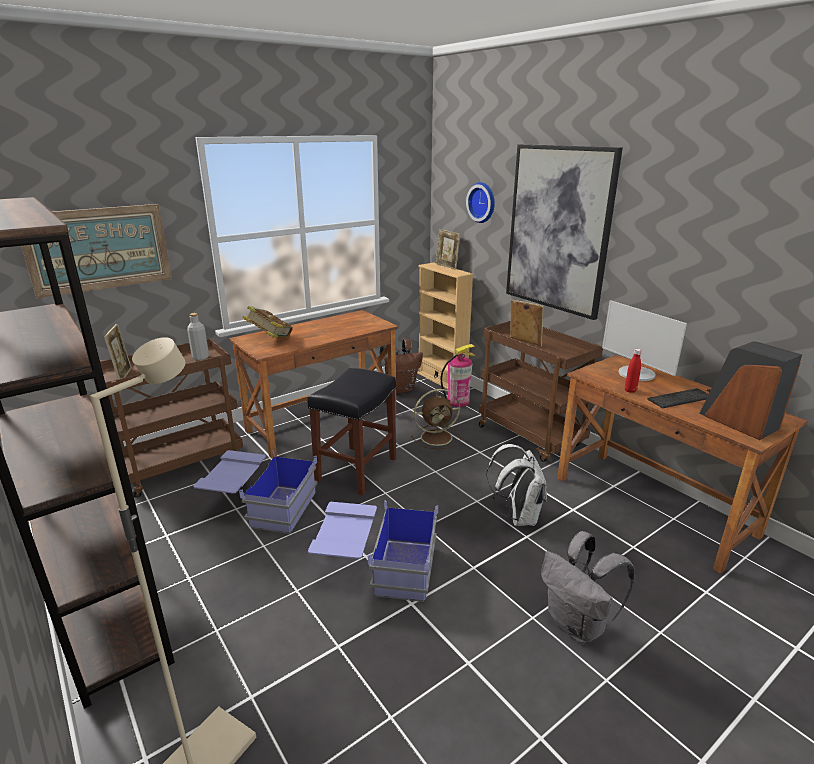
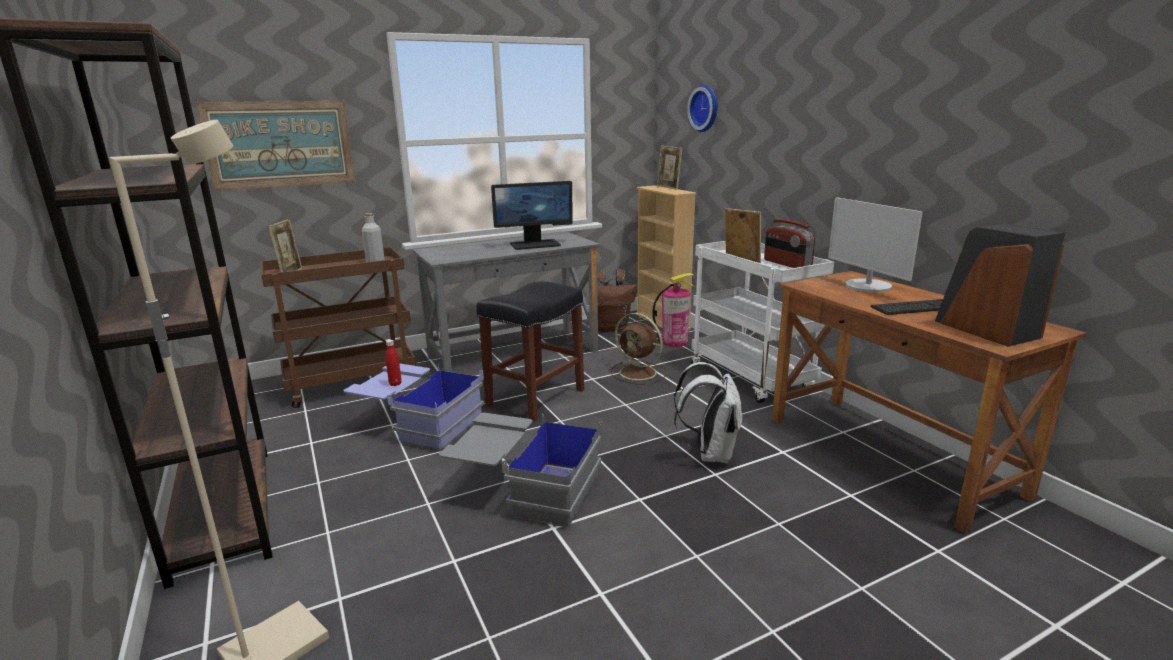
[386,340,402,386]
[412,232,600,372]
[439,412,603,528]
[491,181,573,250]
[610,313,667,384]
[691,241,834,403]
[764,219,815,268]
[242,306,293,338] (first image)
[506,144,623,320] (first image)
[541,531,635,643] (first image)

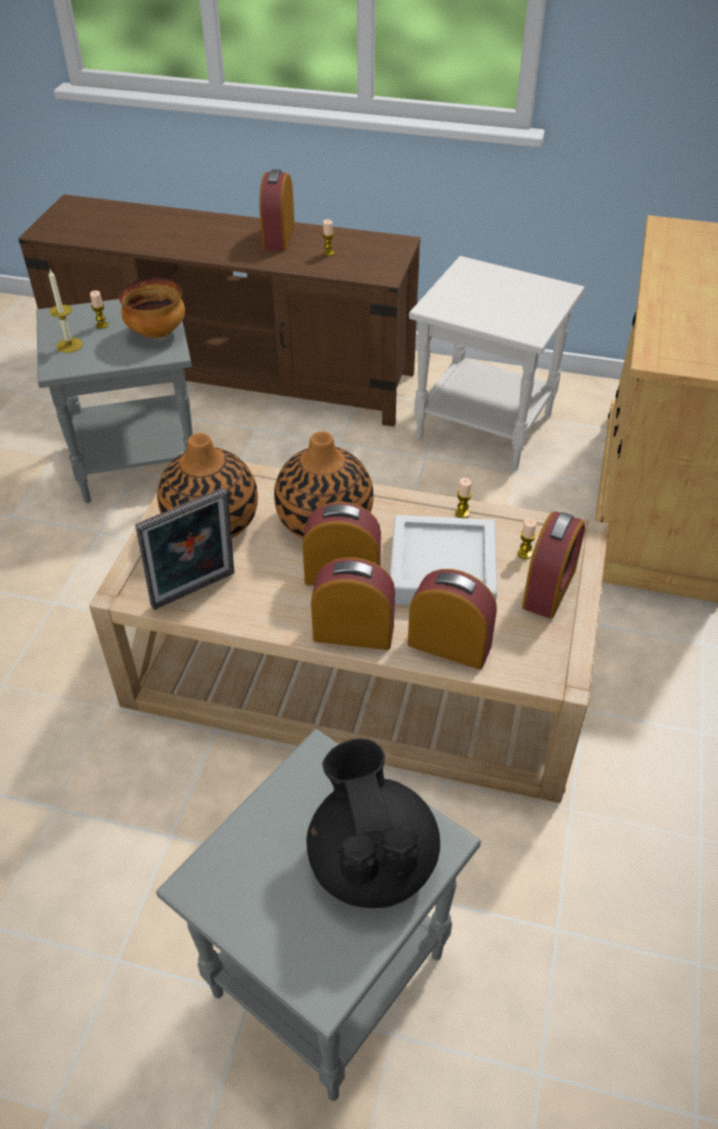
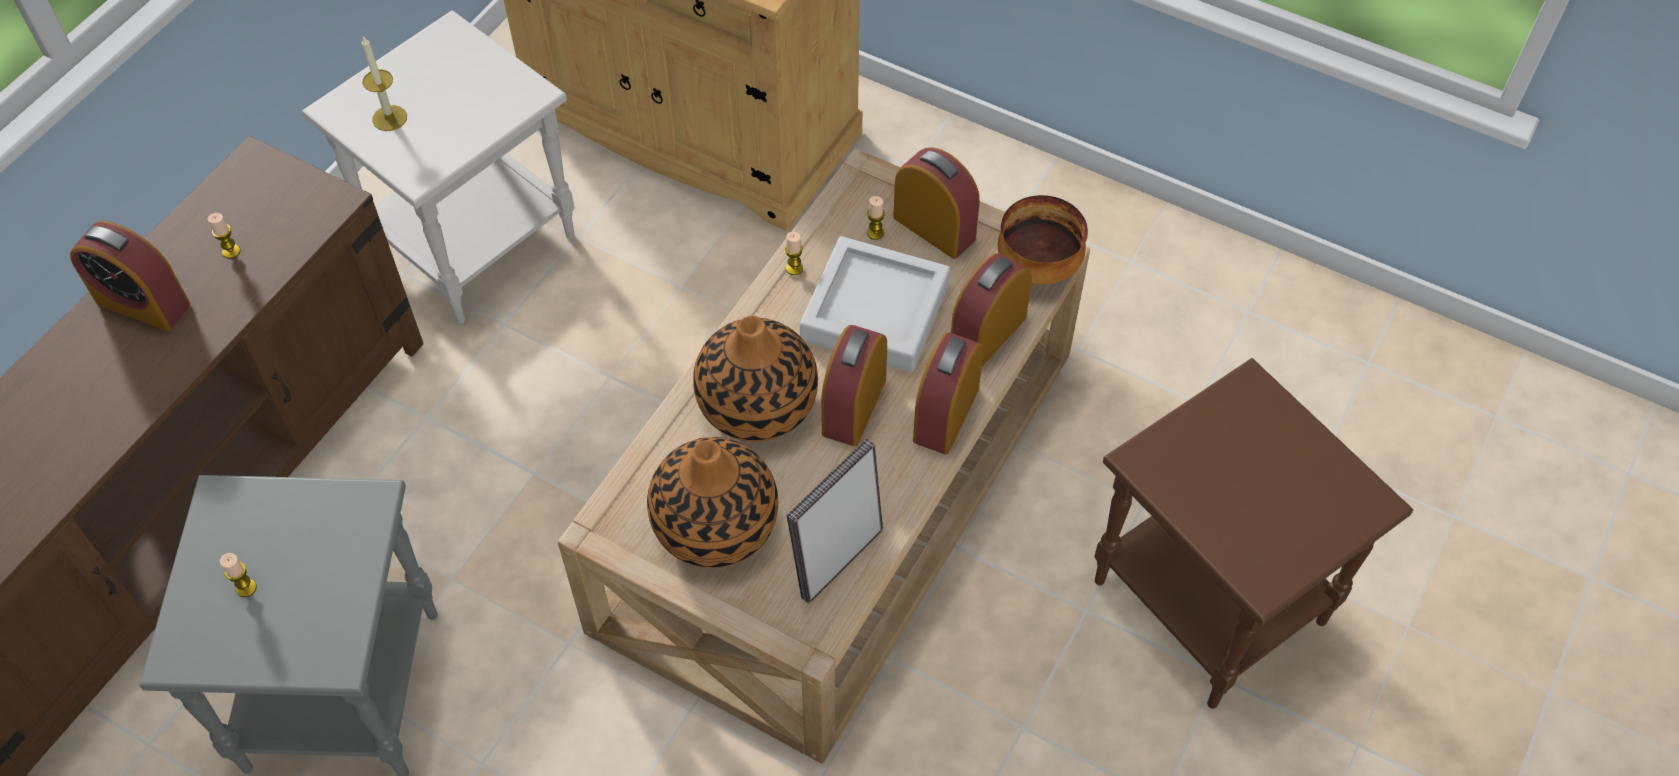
[362,35,407,131]
[787,439,883,604]
[998,195,1088,284]
[1094,358,1413,709]
[307,738,440,908] (first image)

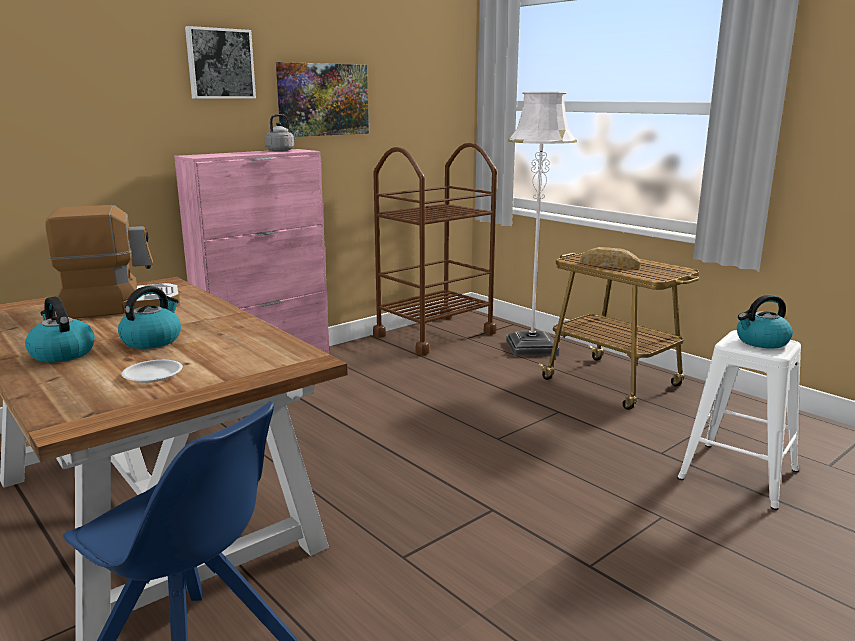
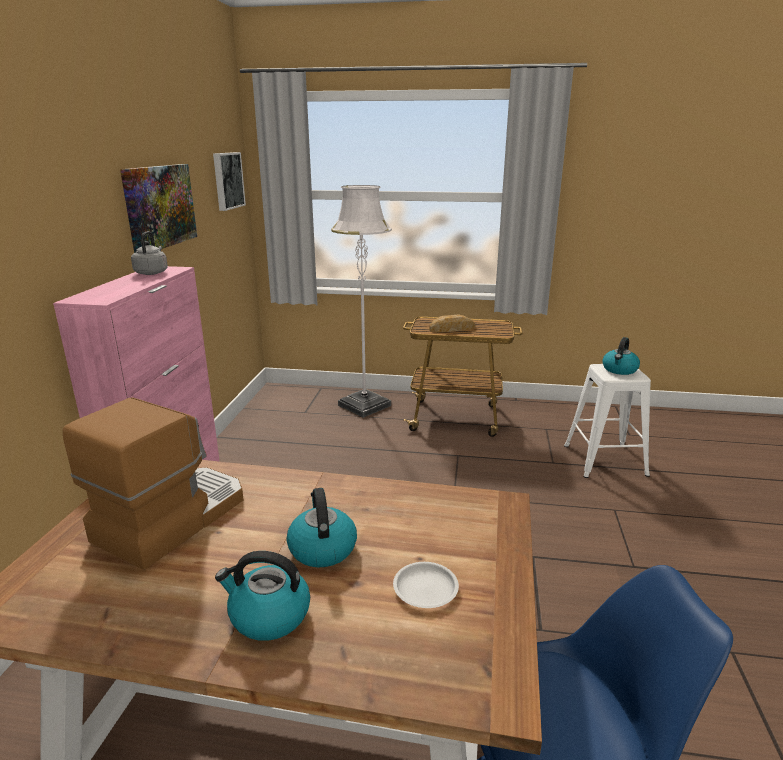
[213,152,246,211]
[373,142,497,355] (first image)

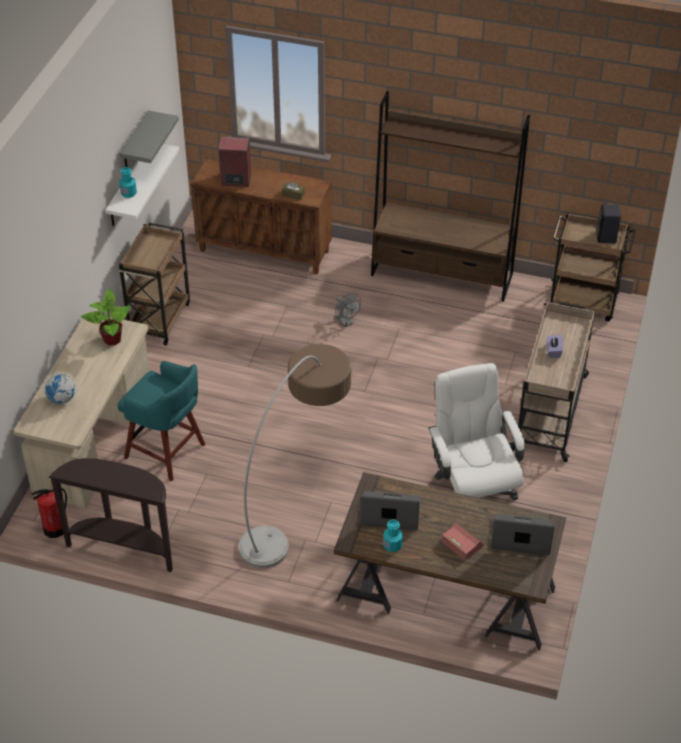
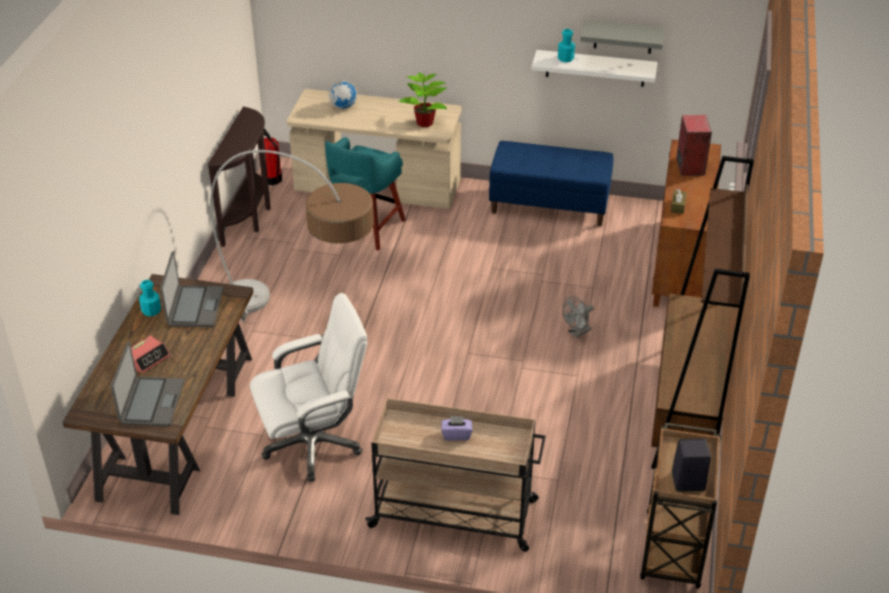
[489,141,613,227]

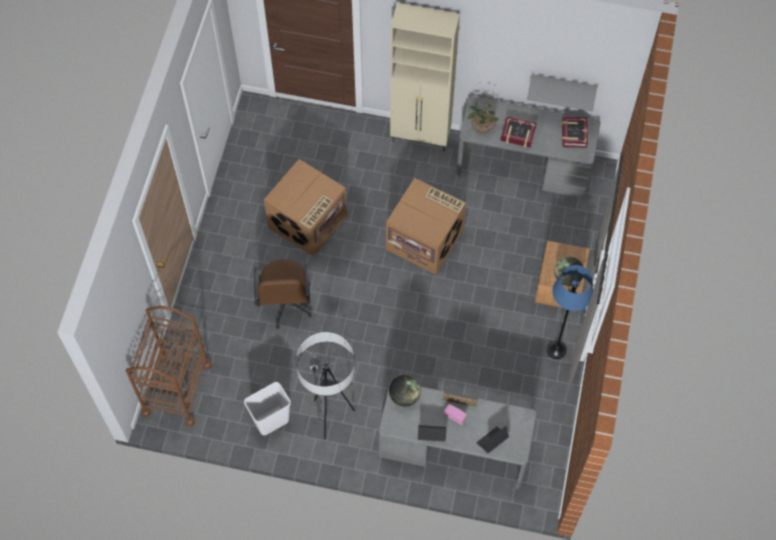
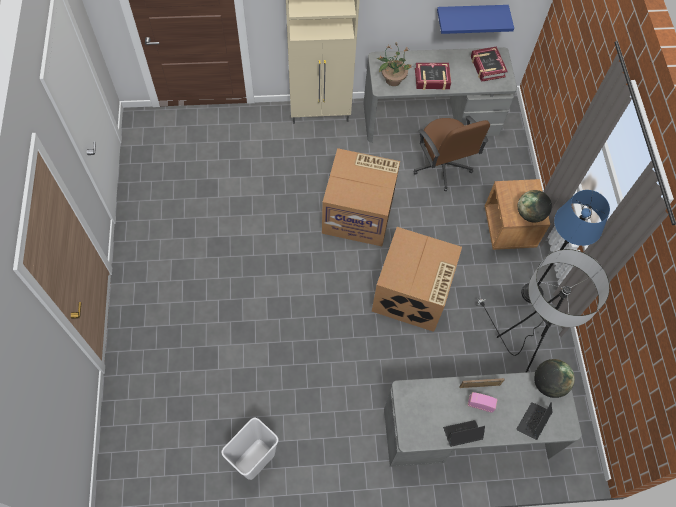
[372,227,462,332]
[413,116,490,191]
[437,5,514,34]
[477,249,610,373]
[534,359,575,398]
[126,306,212,426] (first image)

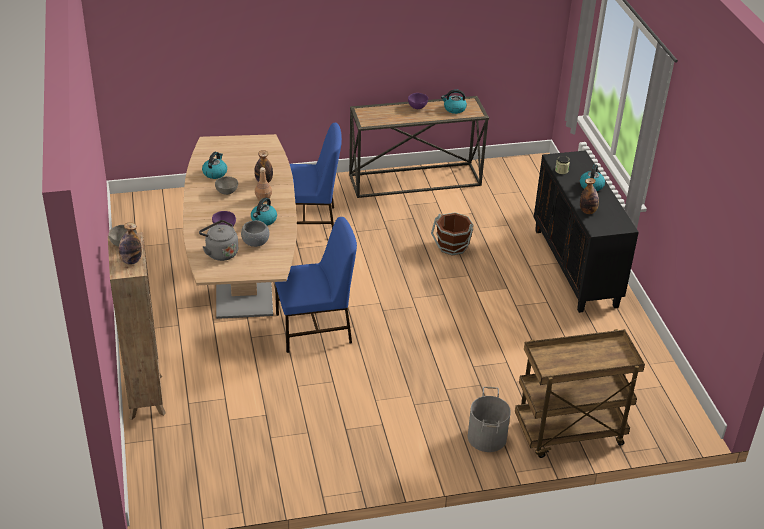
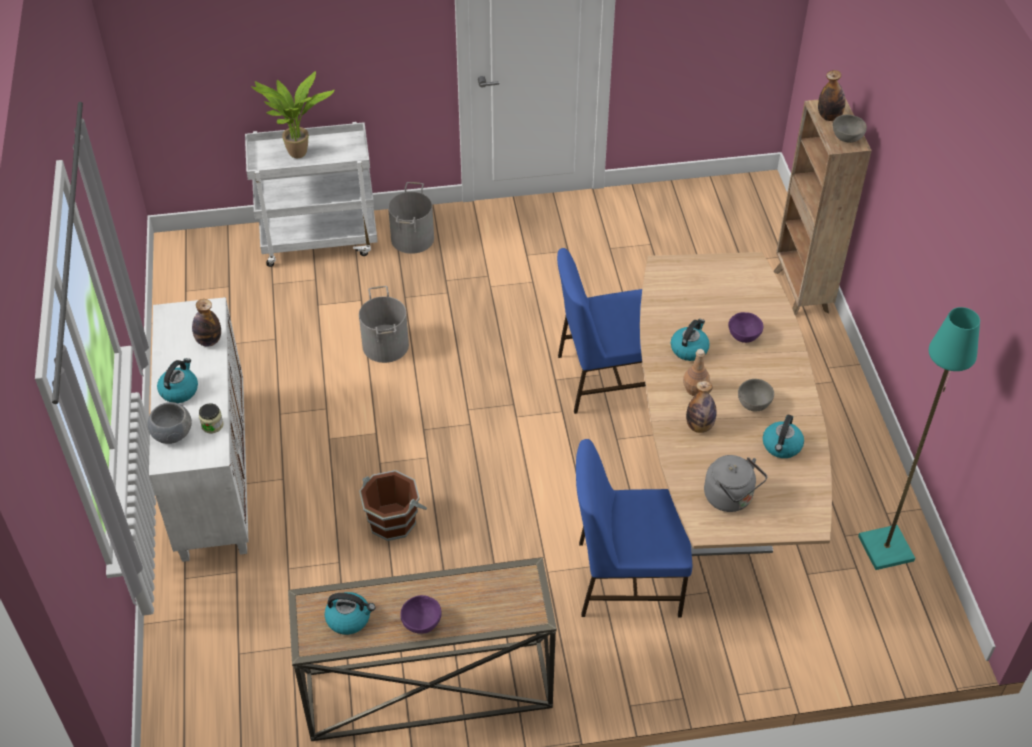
[148,402,192,444]
[149,297,248,562]
[245,122,378,267]
[251,71,335,158]
[359,286,409,363]
[704,455,767,512]
[858,307,980,570]

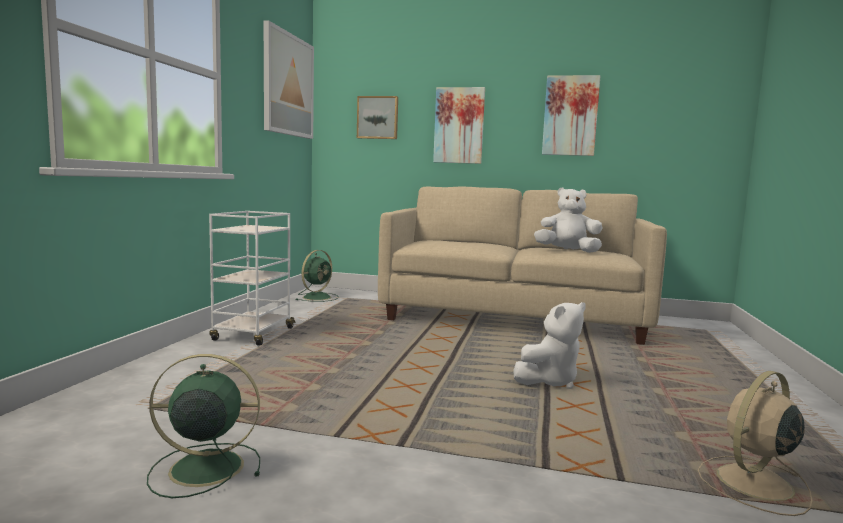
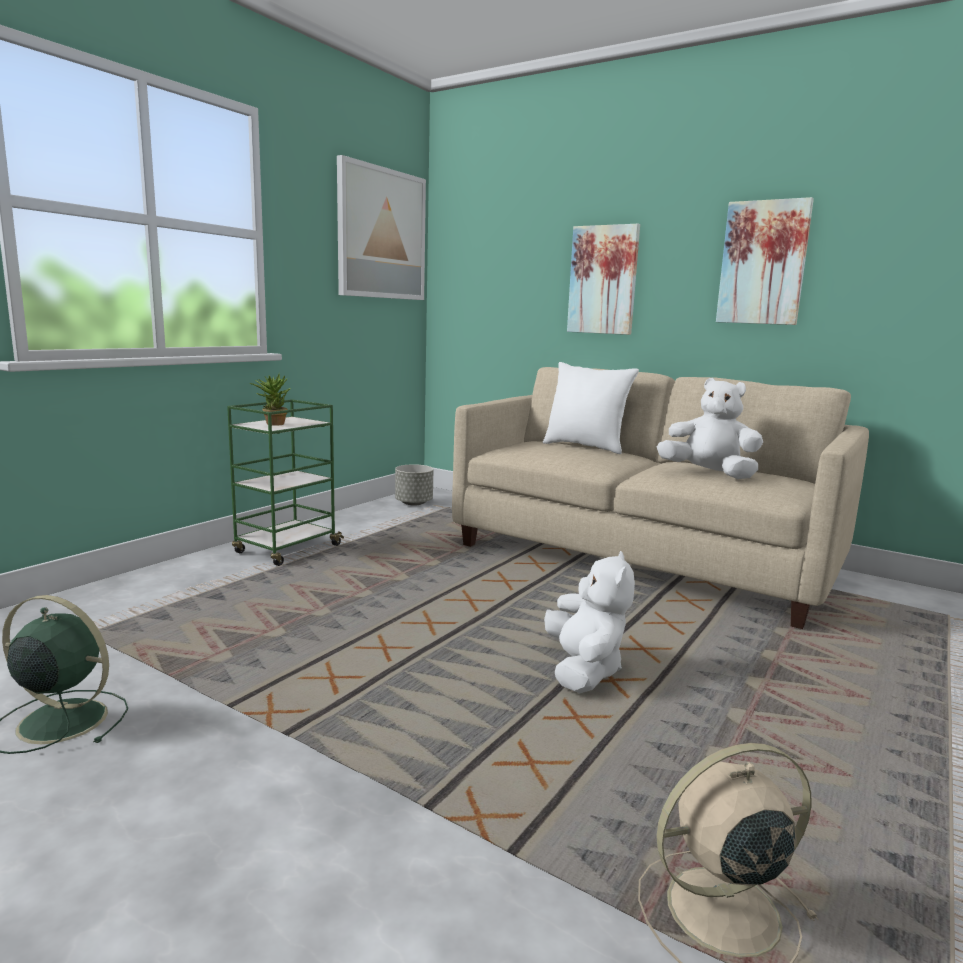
[227,399,344,566]
[250,374,291,426]
[395,464,433,506]
[543,362,639,454]
[544,551,635,693]
[357,96,398,139] (first image)

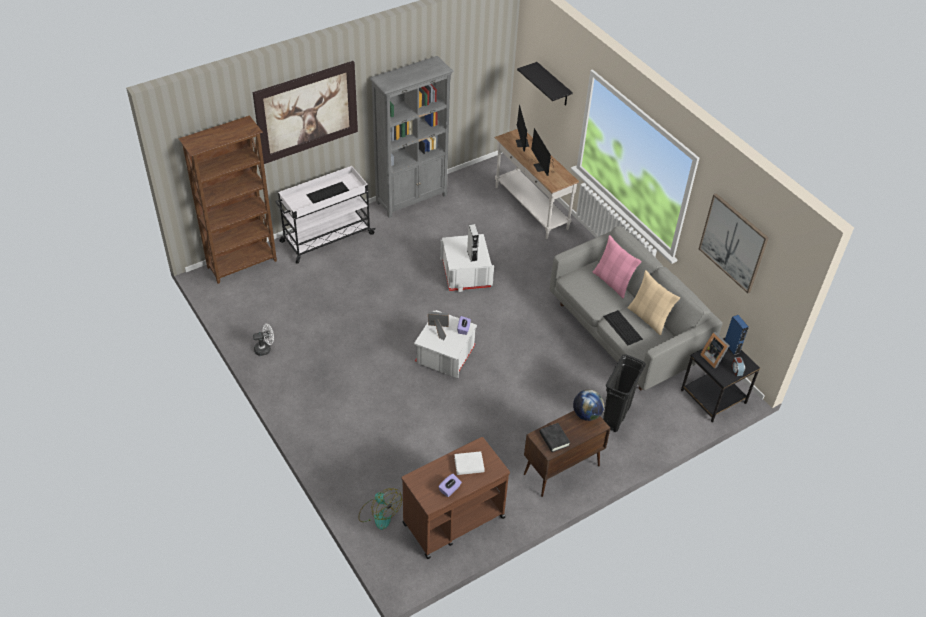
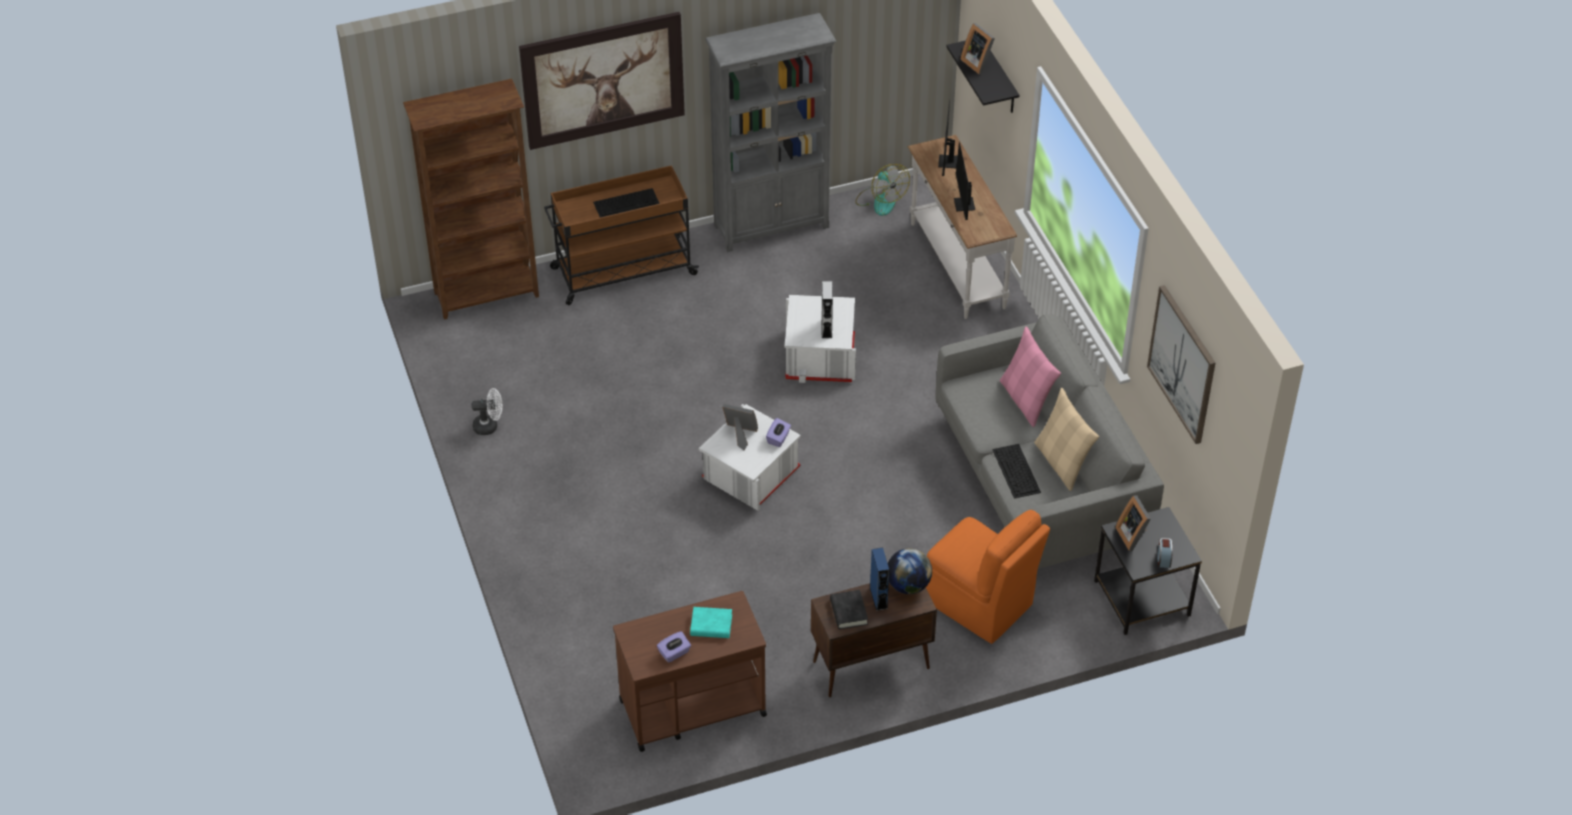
[544,165,699,305]
[690,607,732,638]
[855,164,910,216]
[870,548,889,611]
[926,510,1050,644]
[960,23,995,75]

